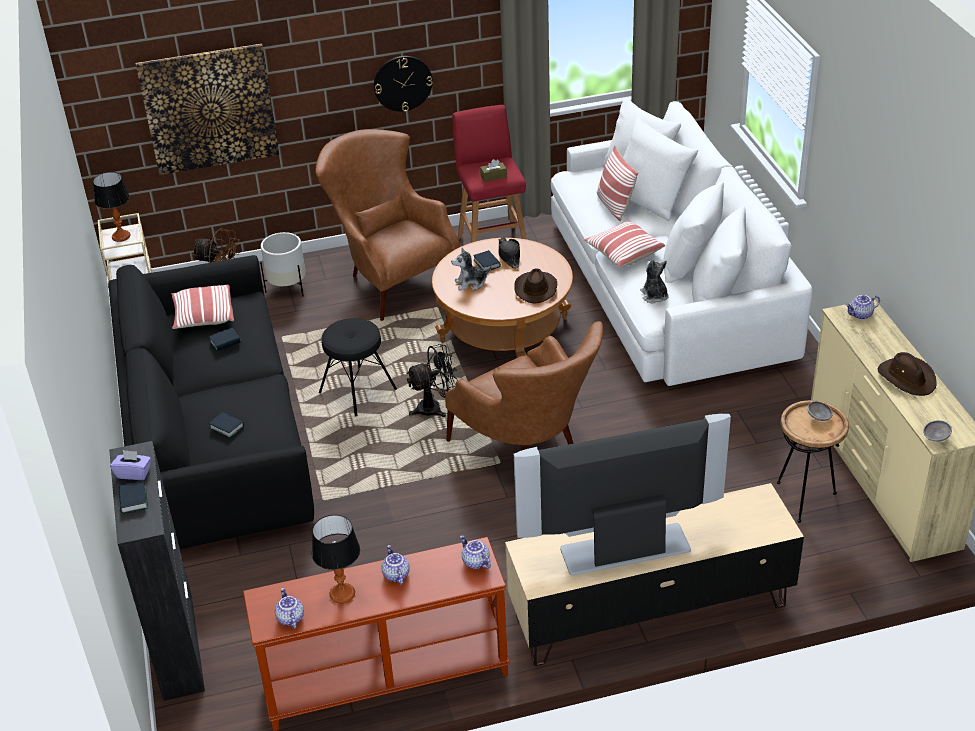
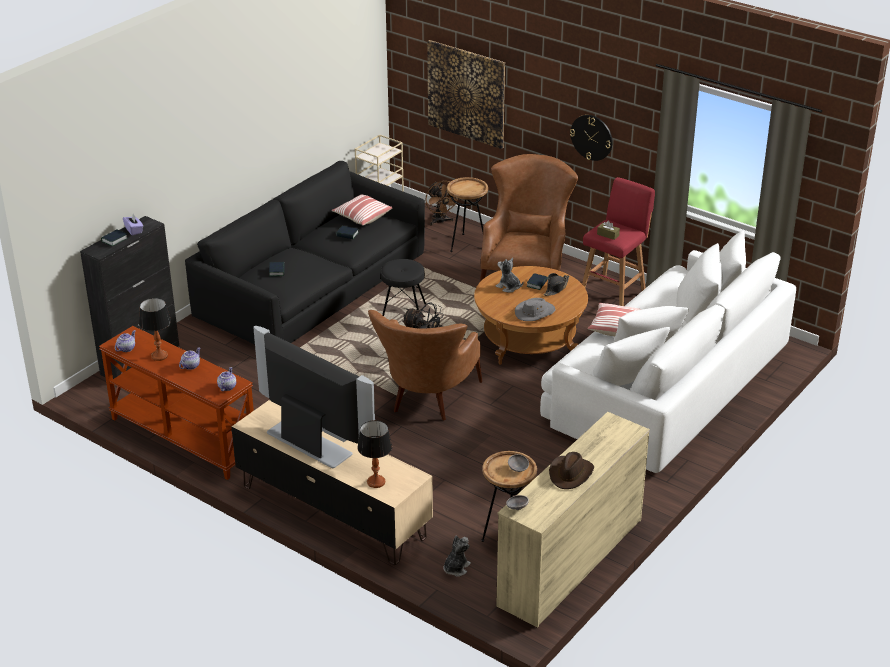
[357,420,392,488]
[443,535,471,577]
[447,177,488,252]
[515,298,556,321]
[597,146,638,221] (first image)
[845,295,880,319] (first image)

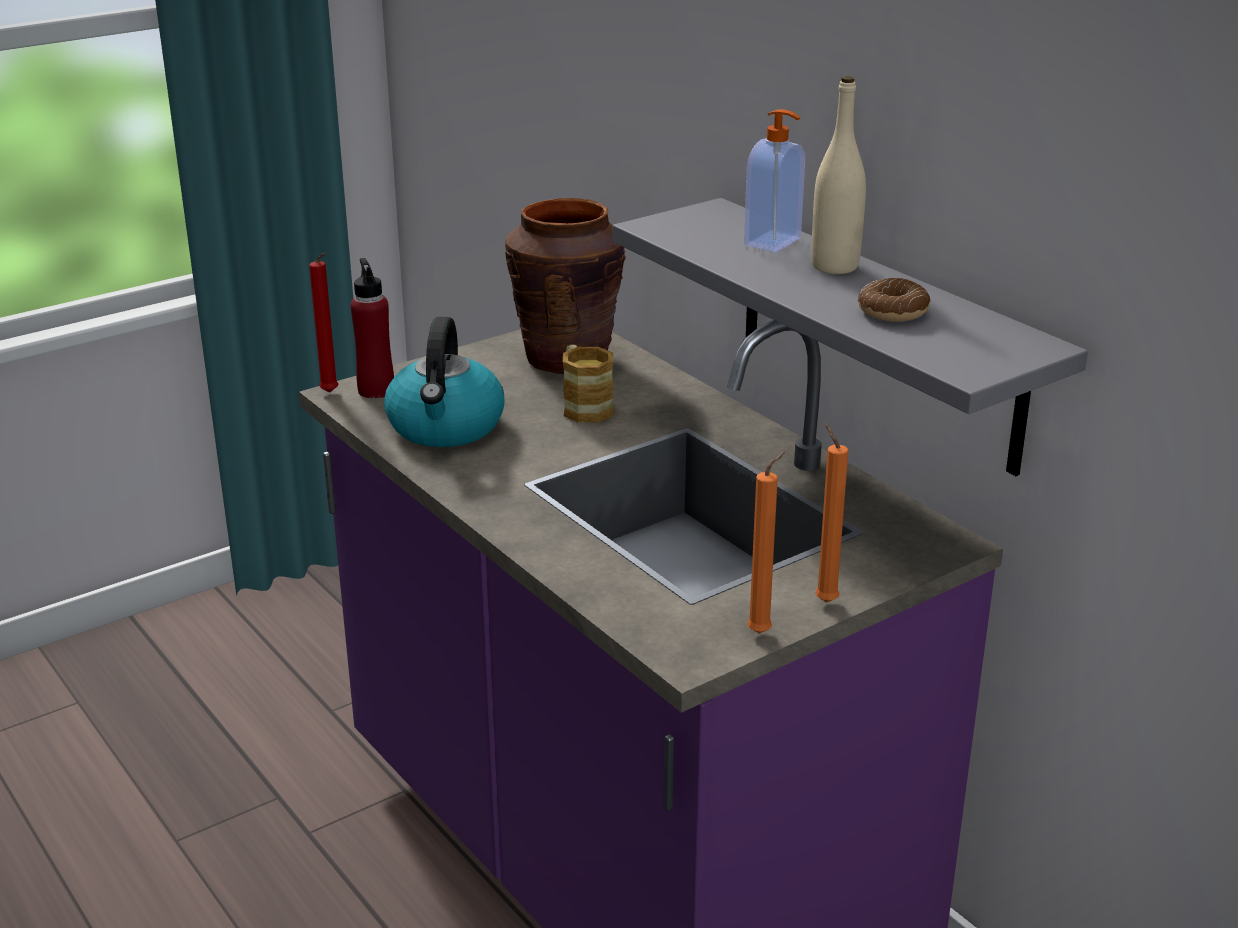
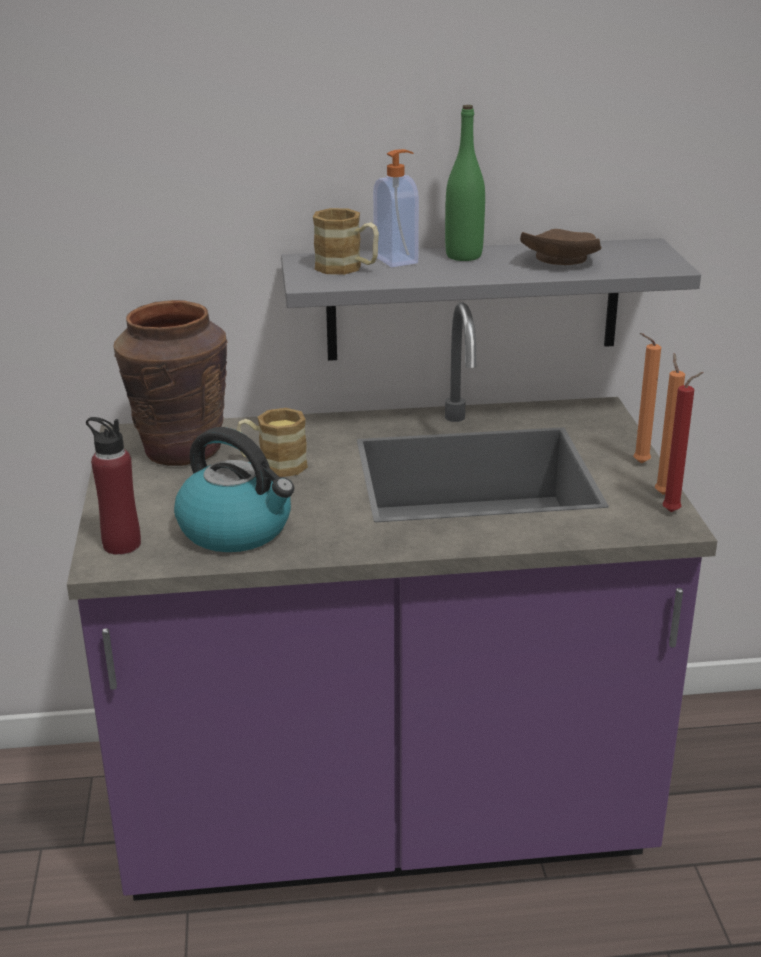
[313,208,379,275]
[445,105,485,261]
[520,229,601,265]
[662,372,704,512]

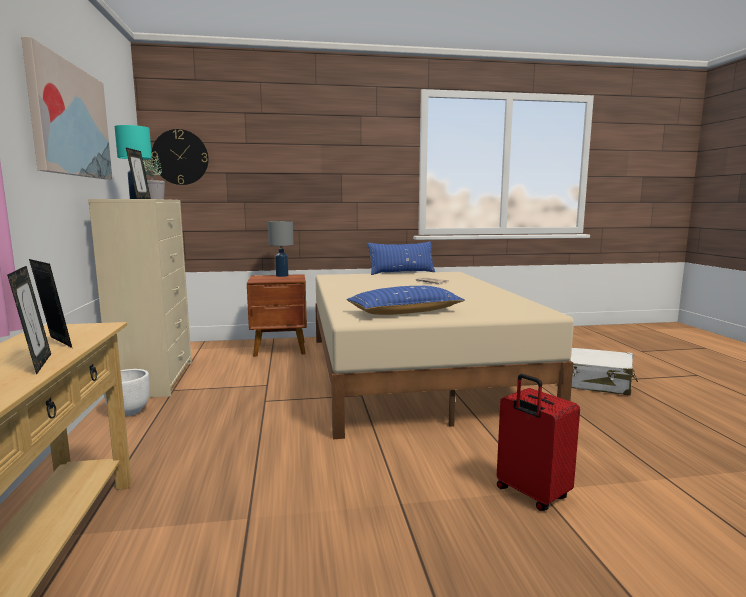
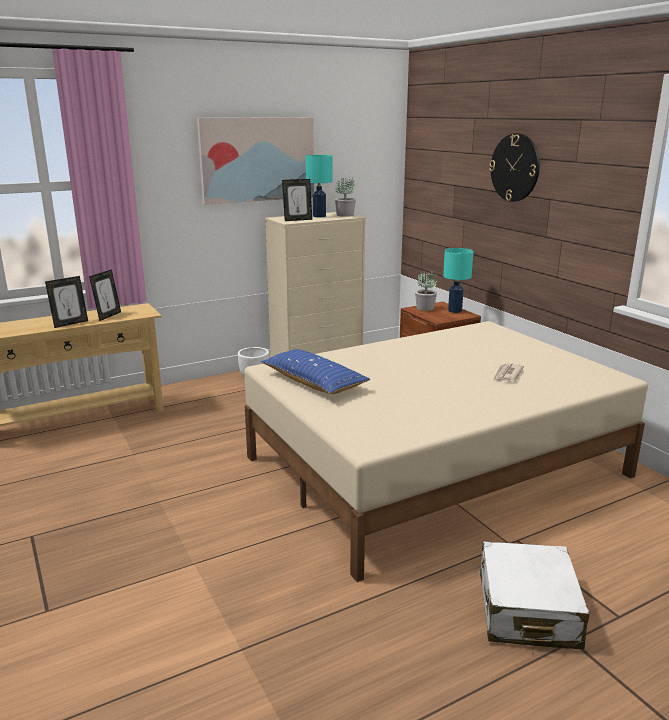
[415,270,437,311]
[443,248,473,313]
[489,133,540,202]
[367,241,435,275] (first image)
[497,374,580,511] (first image)

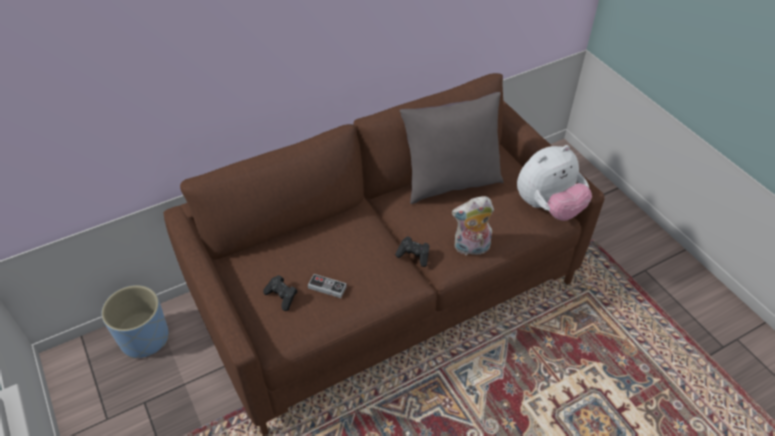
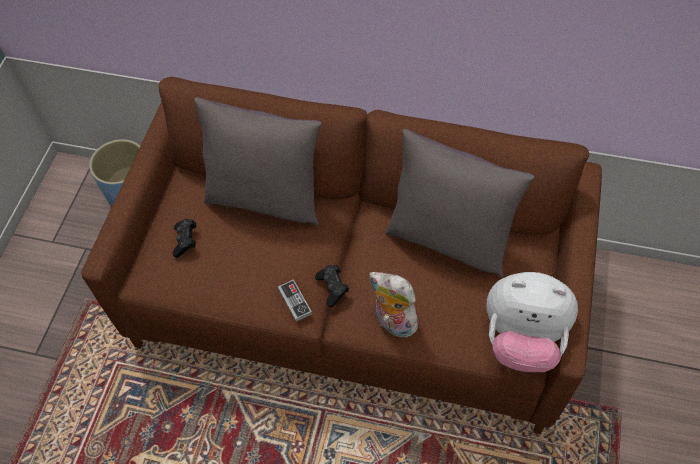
[194,97,322,226]
[278,279,312,322]

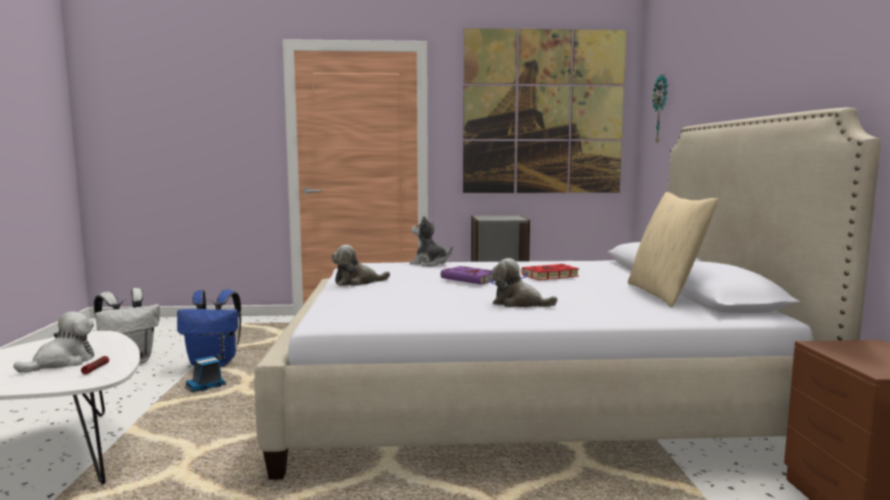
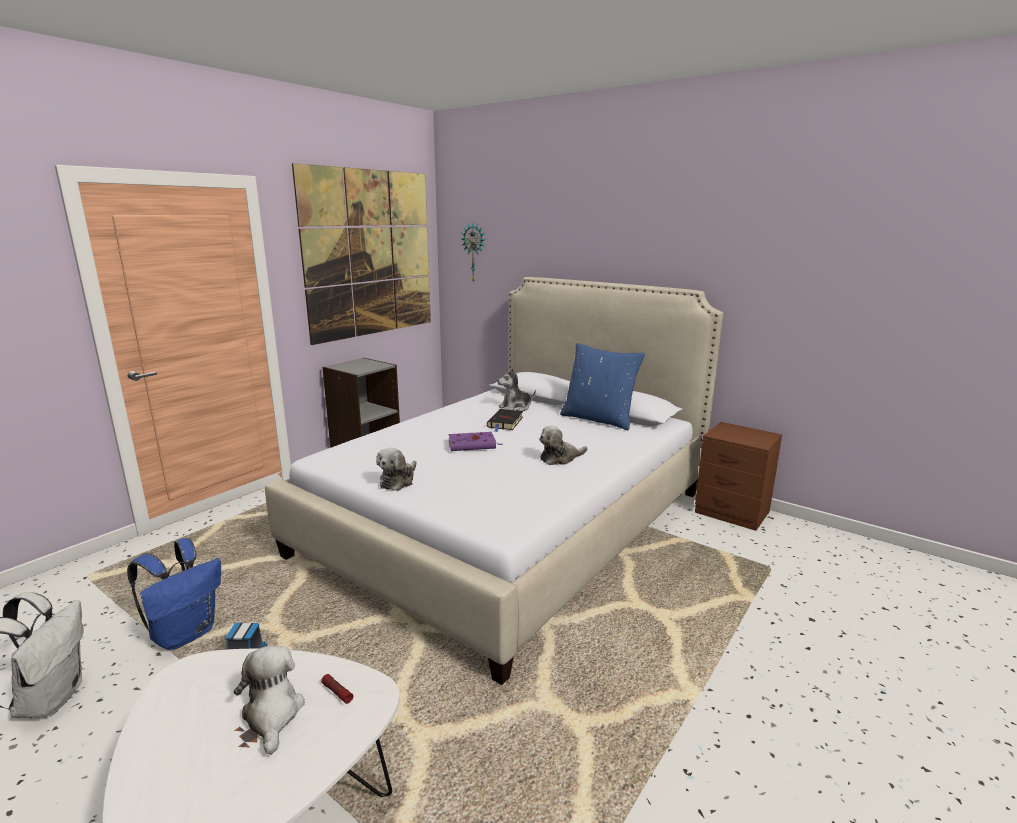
[487,409,523,432]
[497,368,536,411]
[560,343,645,430]

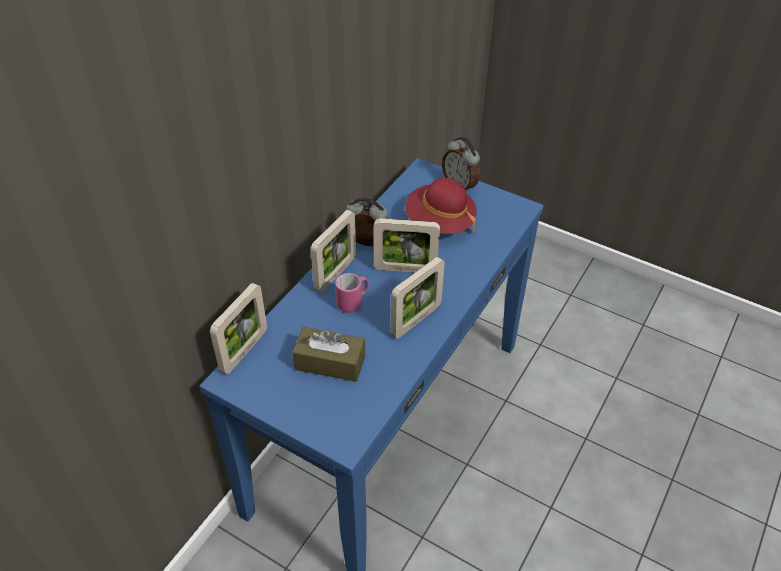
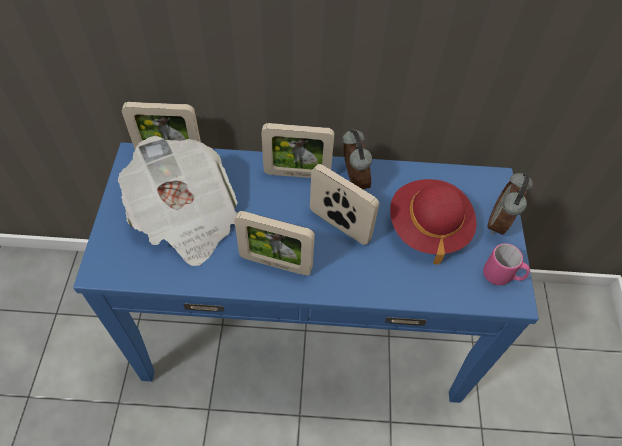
[118,136,238,266]
[310,164,379,245]
[483,243,530,286]

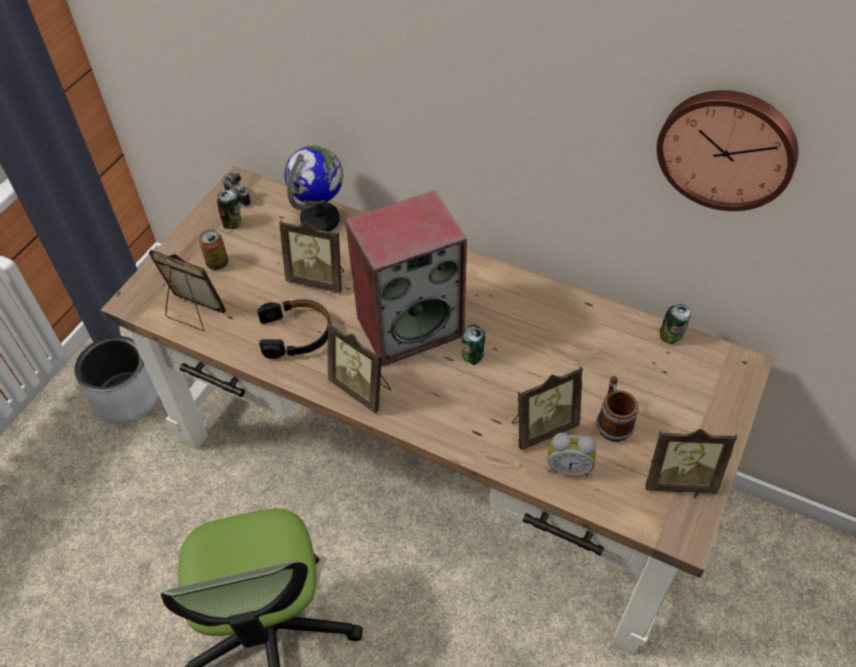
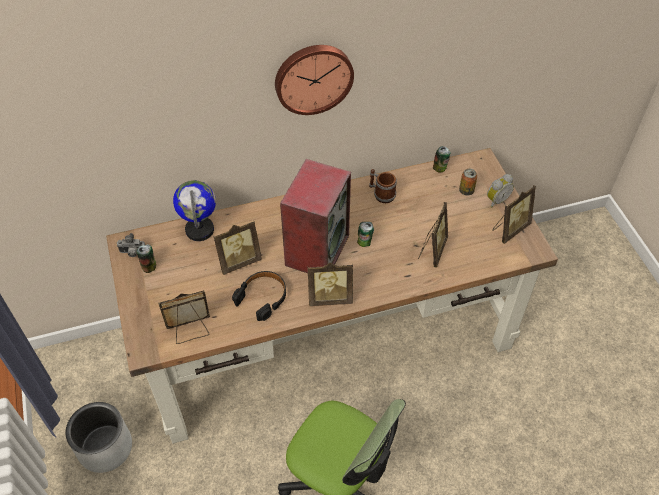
[275,45,354,115]
[369,169,397,203]
[459,169,477,196]
[487,174,514,208]

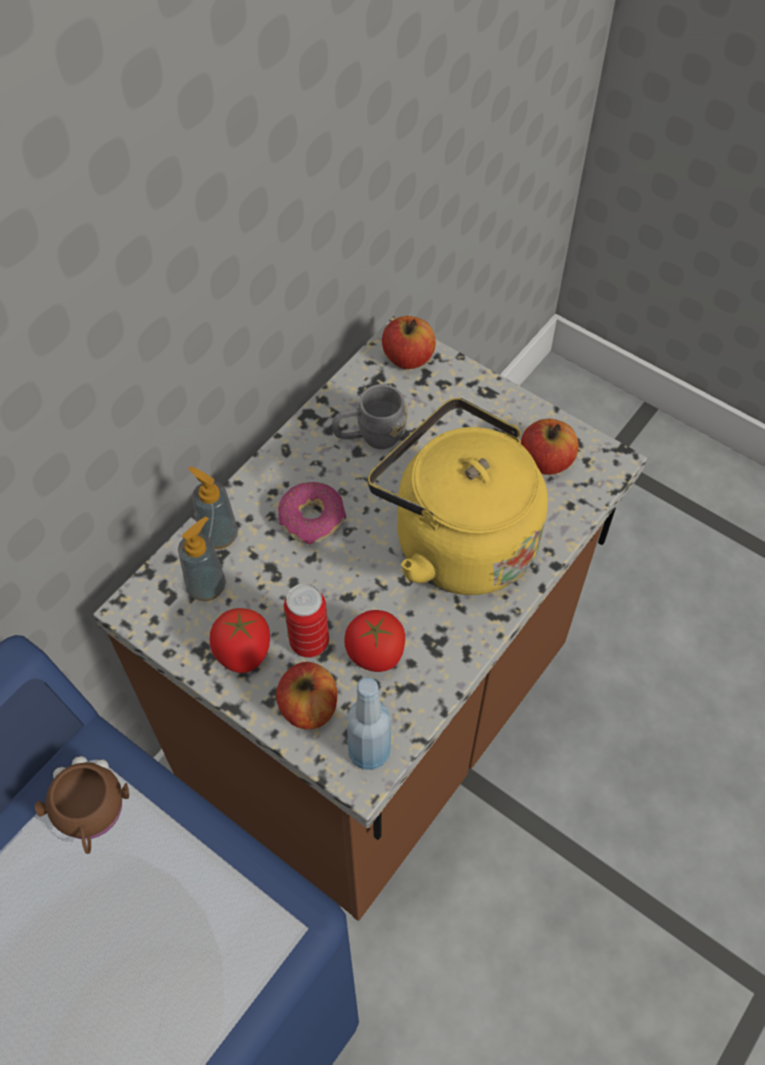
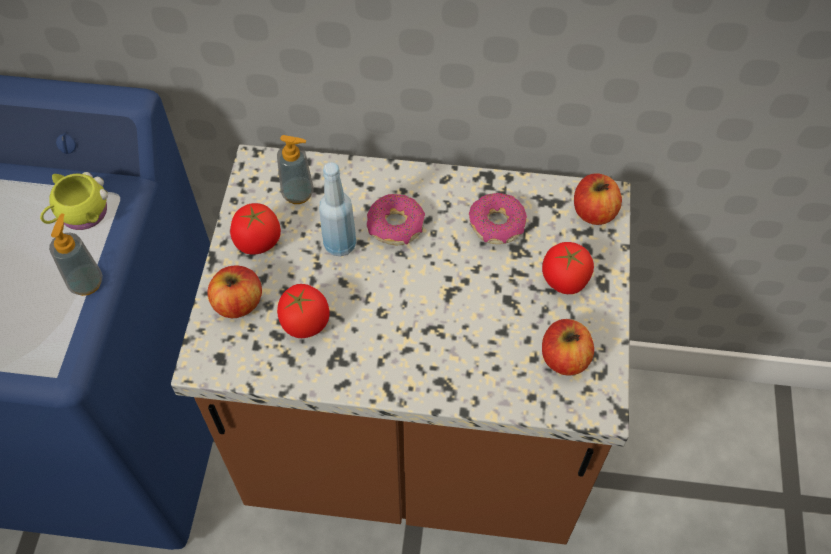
[40,172,108,230]
[49,214,103,296]
[319,162,356,256]
[469,193,527,244]
[542,242,594,294]
[284,583,329,658] (first image)
[368,398,548,595] (first image)

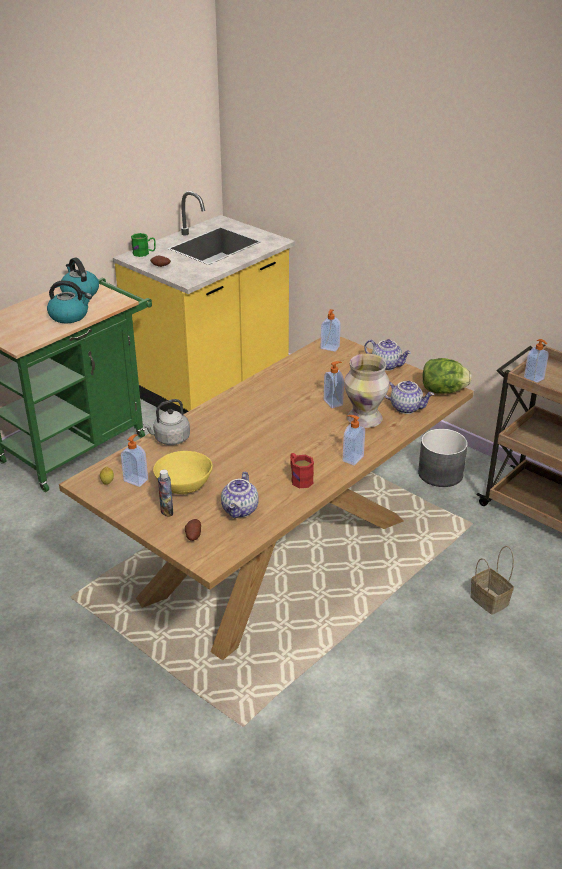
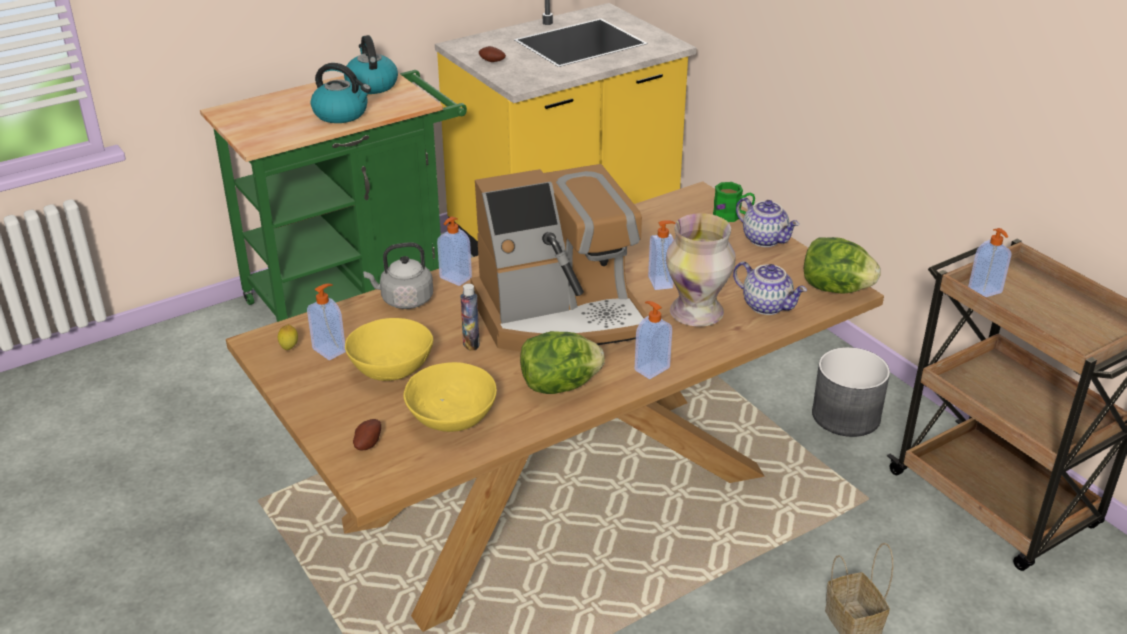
[403,362,497,432]
[437,217,472,286]
[461,284,480,351]
[470,164,648,352]
[520,331,605,394]
[713,182,755,222]

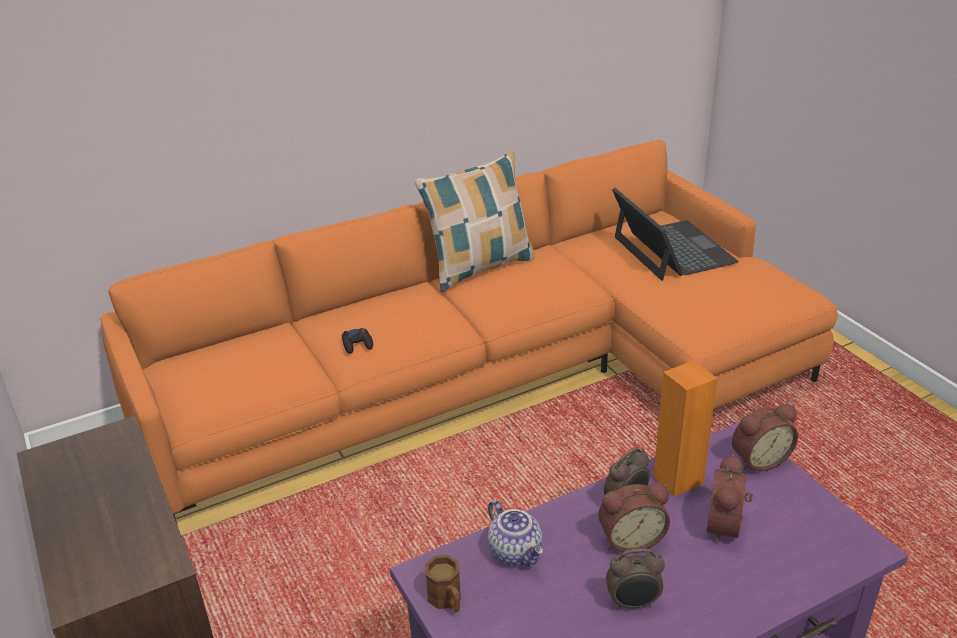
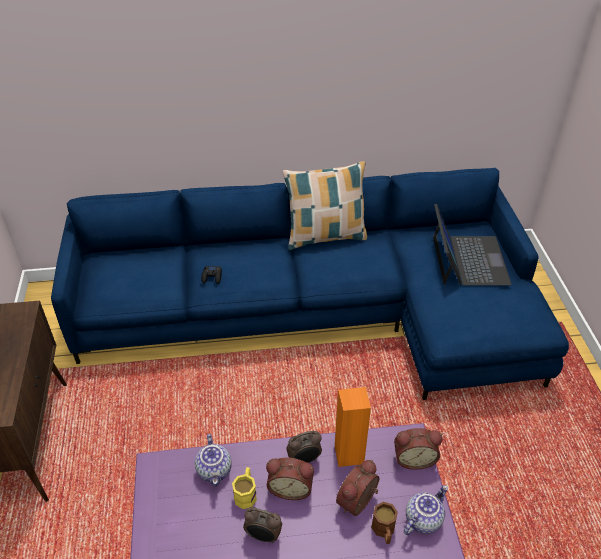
[51,168,569,400]
[232,467,257,509]
[371,502,398,544]
[404,485,448,535]

